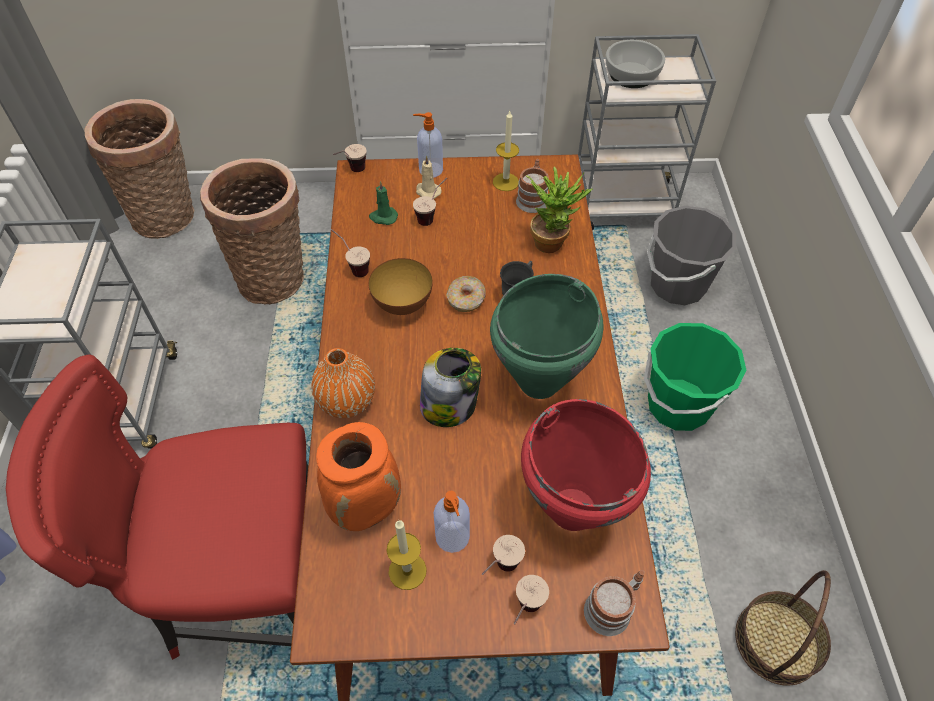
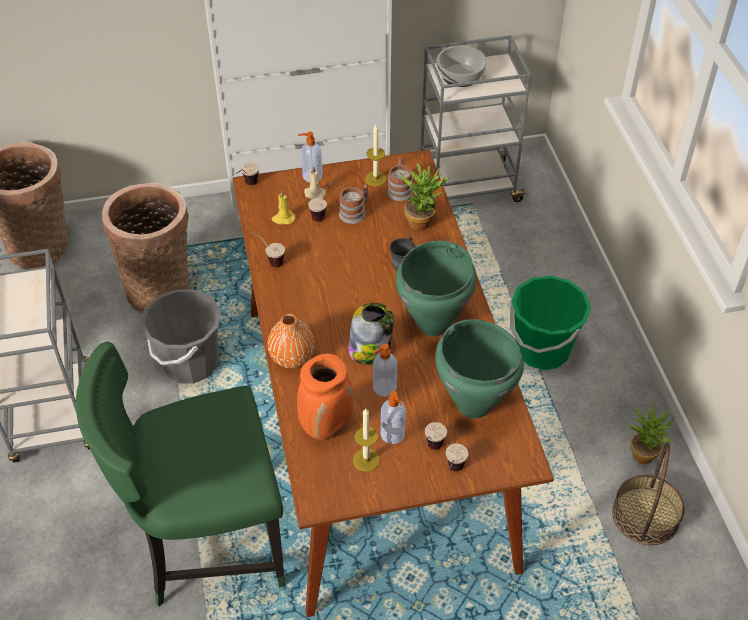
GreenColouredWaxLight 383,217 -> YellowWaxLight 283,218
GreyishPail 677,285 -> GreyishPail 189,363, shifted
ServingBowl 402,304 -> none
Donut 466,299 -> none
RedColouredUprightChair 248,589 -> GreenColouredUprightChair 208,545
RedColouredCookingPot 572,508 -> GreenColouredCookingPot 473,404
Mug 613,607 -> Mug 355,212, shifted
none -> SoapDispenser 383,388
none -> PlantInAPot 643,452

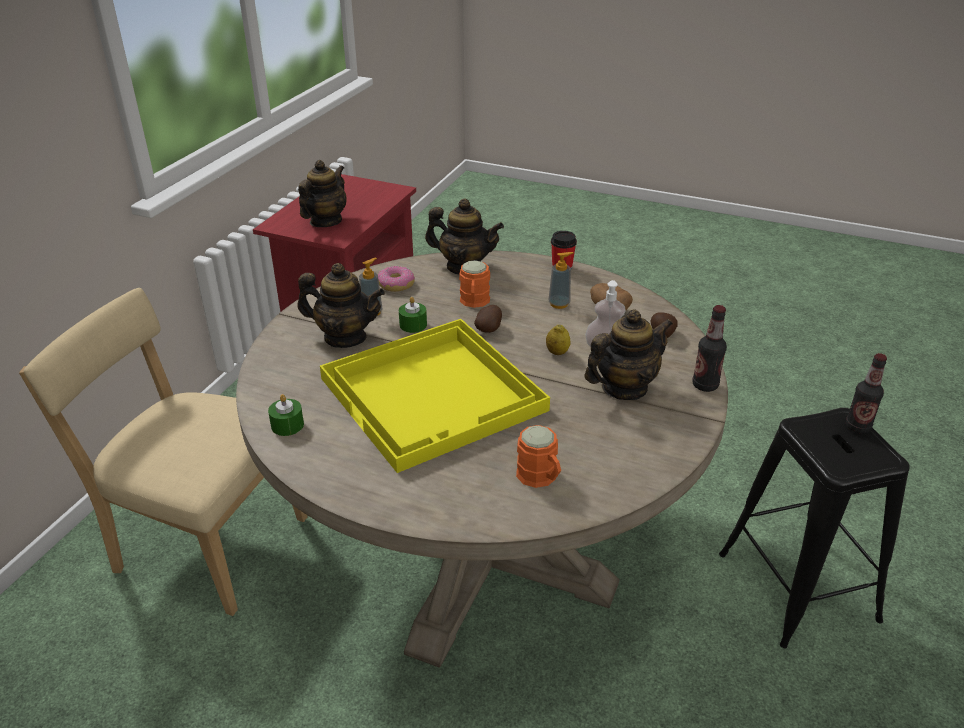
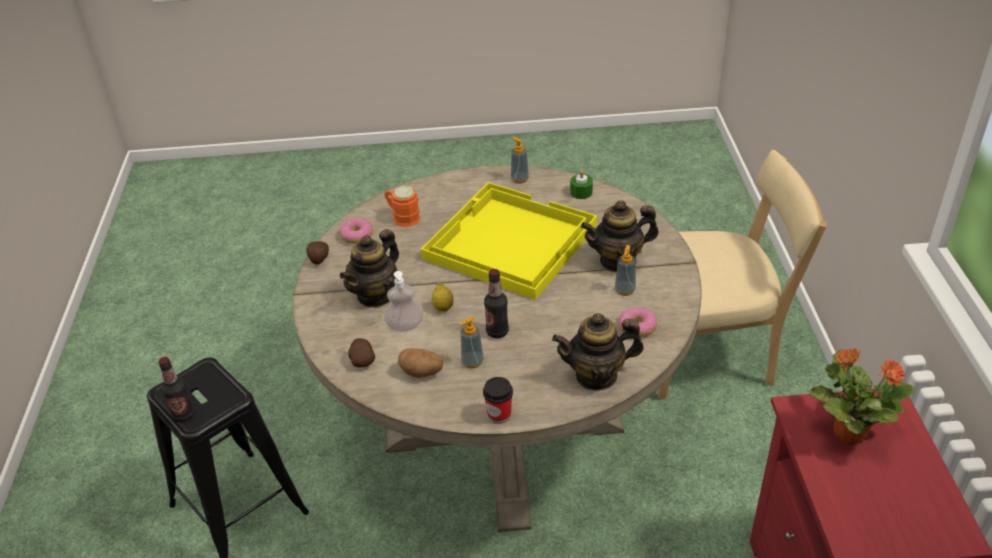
Teapot 325,221 -> PlantInAPot 848,432
OrangeColouredMug 474,302 -> none
GreenColouredWaxLight 413,325 -> none
Spud 489,328 -> Spud 318,259, shifted
Bottle 705,385 -> Bottle 497,332, shifted
none -> SoapDispenser 519,179
none -> Donut 357,236

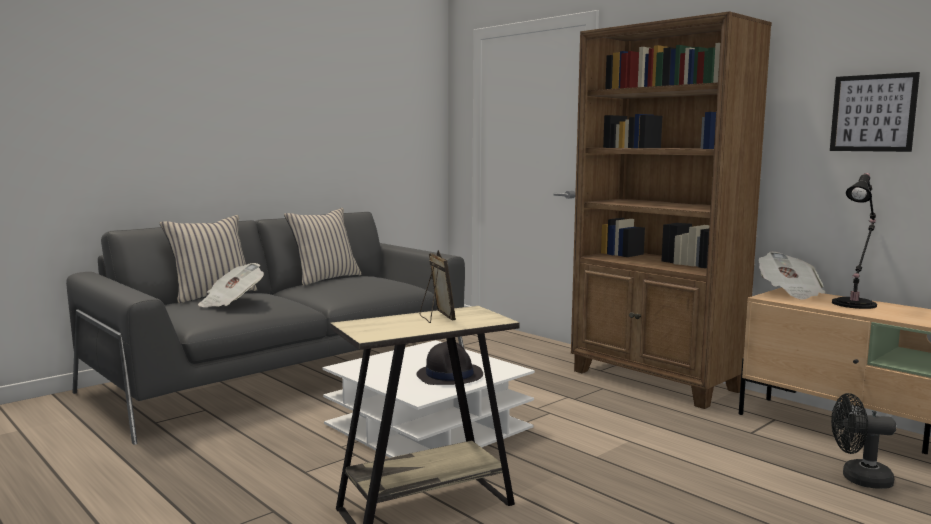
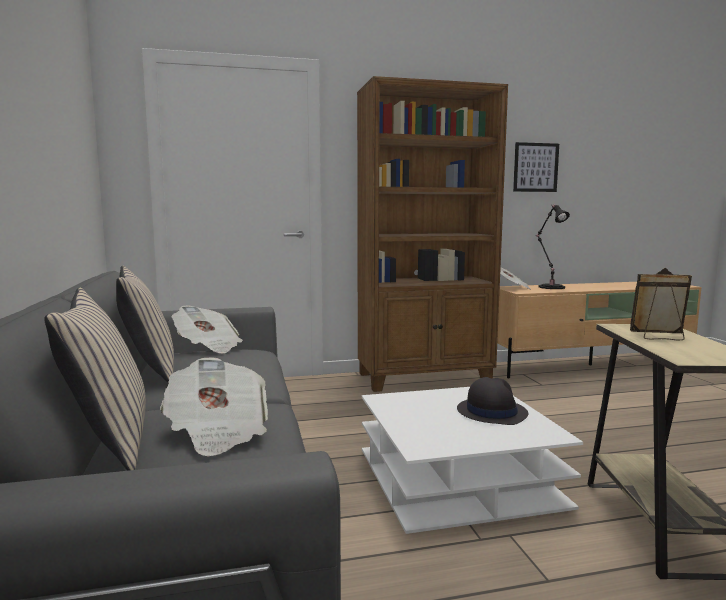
BlackishFan 858,479 -> none
none -> DailyPaper 208,346

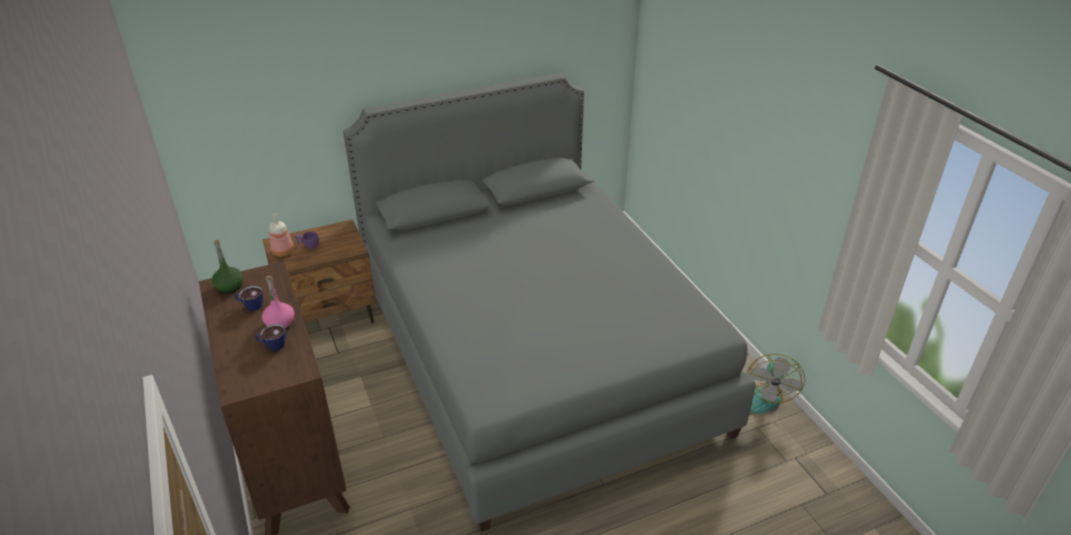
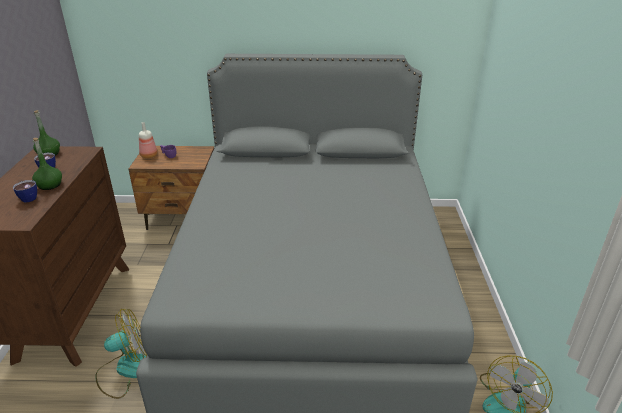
PinkColouredBottle 280,323 -> GreenColouredBottle 50,185
none -> Fan 126,370

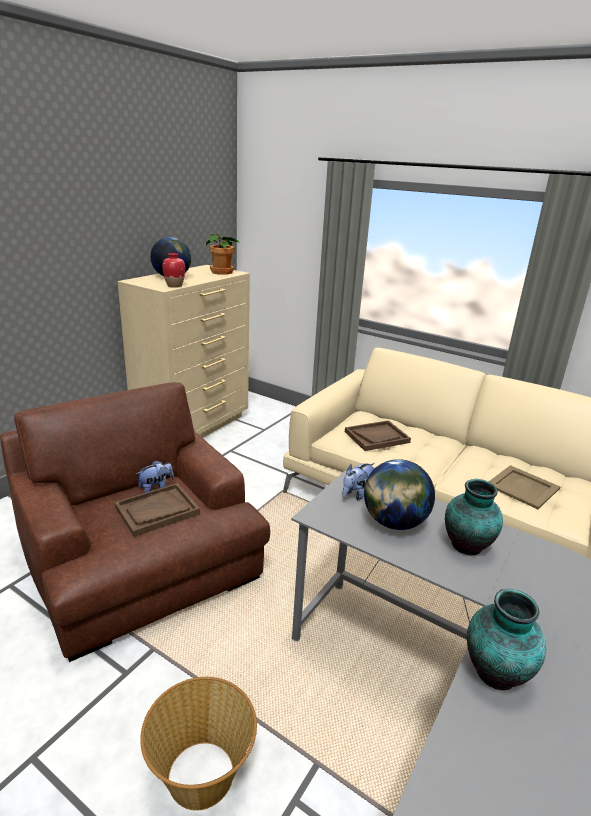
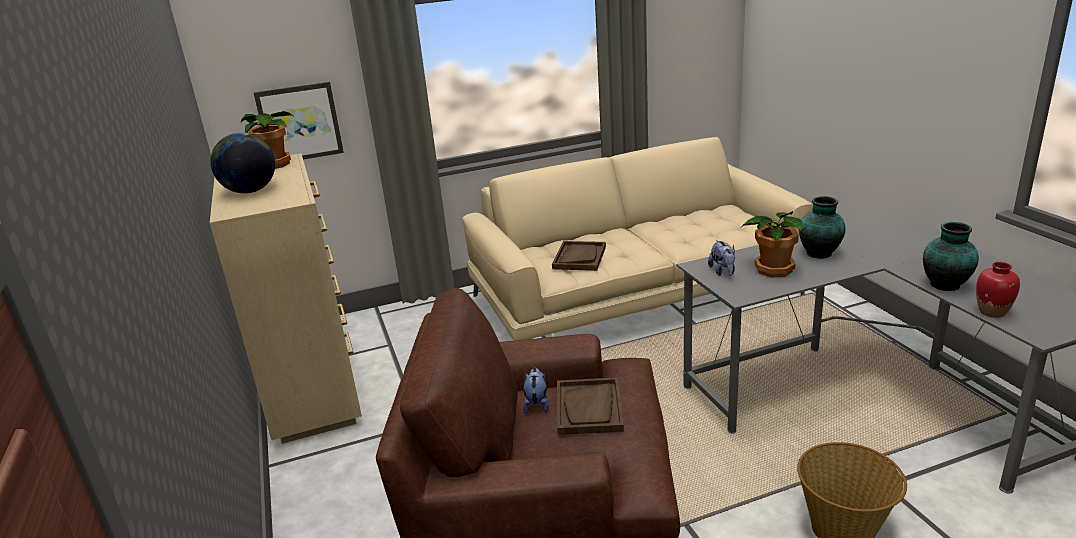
RedColouredDecorativeVase 174,286 -> RedColouredDecorativeVase 992,312, shifted
Globe 394,522 -> PlantInAPot 773,269
BeigeColouredTray 522,486 -> none
none -> WallArt 299,122

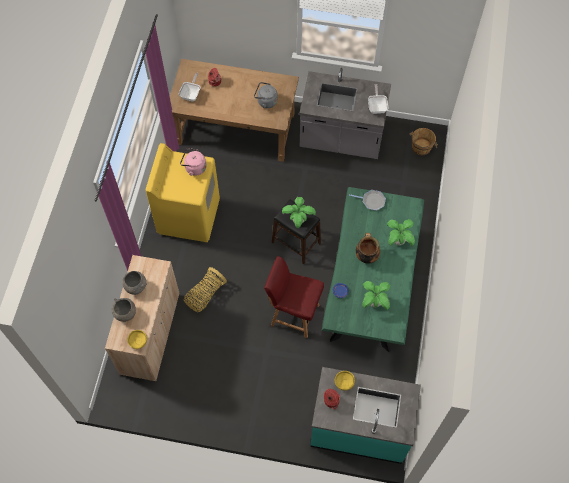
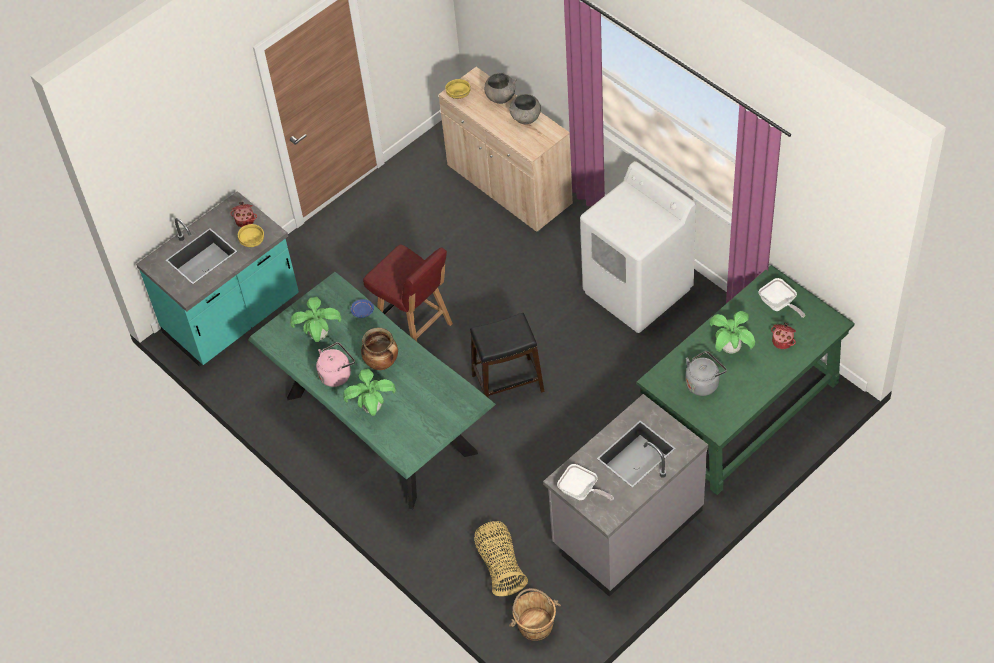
BrownDeskUnit 236,128 -> GreenColouredDeskUnit 741,409
YellowLaundryAppliance 189,216 -> WhiteColouredLaundryAppliance 638,291
PinkColouredWaterKettle 194,168 -> PinkColouredWaterKettle 337,374, shifted
Skillet 372,201 -> none
PlantInAPot 298,220 -> PlantInAPot 731,349, shifted
RedColouredUprightChair 293,314 -> RedColouredUprightChair 415,329, 75 degrees clockwise
Basket 205,295 -> Basket 500,565, shifted

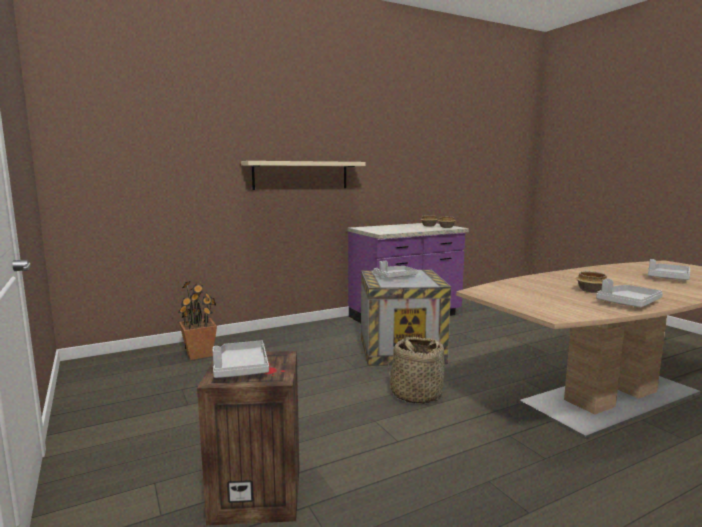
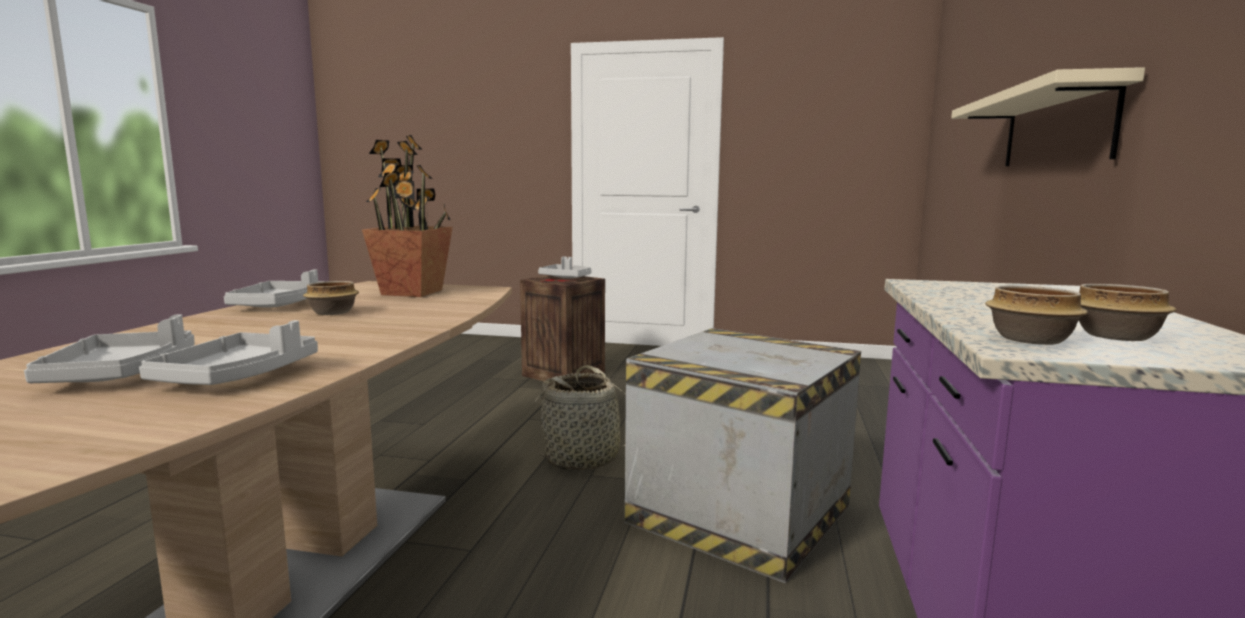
GreyishTray 394,277 -> GreyishTray 238,376, shifted
PlantInAPot 200,354 -> PlantInAPot 412,292, shifted

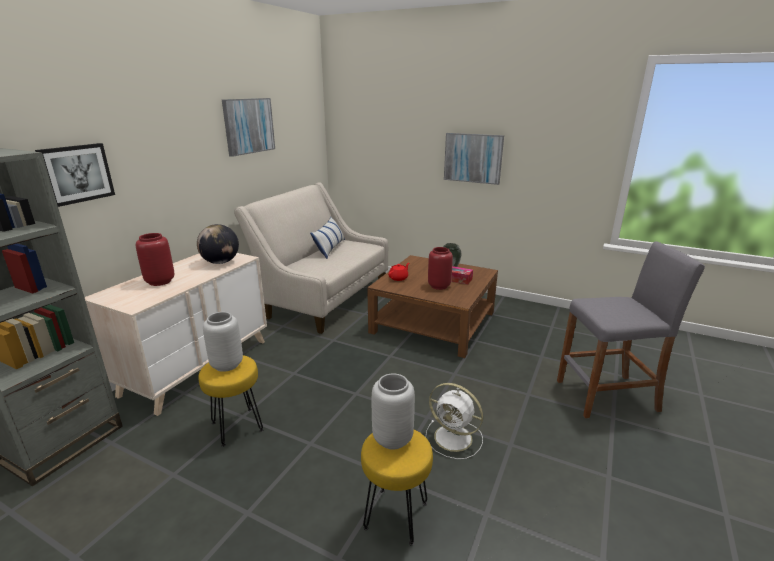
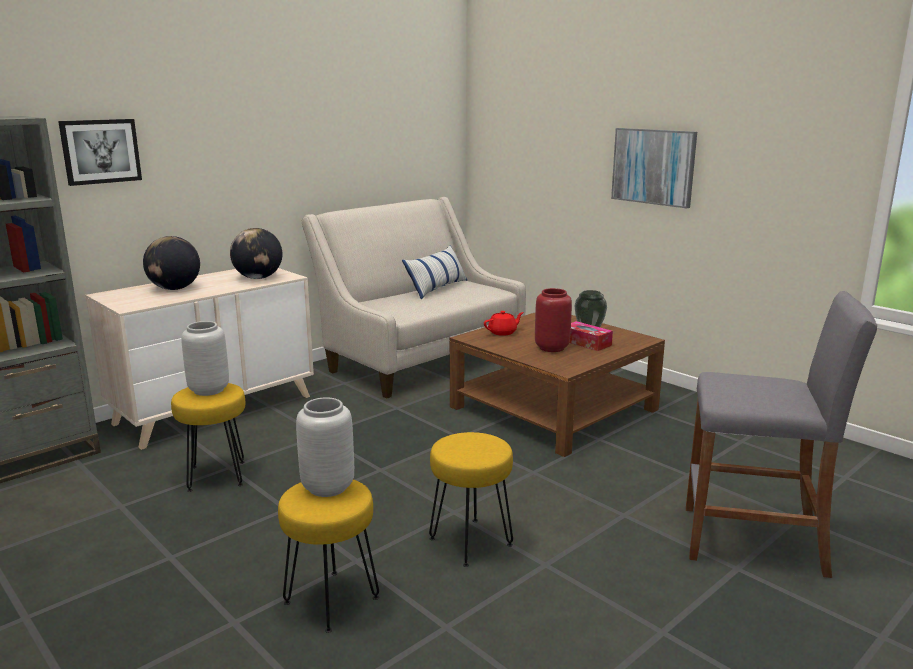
WallArt 248,126 -> none
RedColouredDecorativeVase 159,282 -> Globe 174,289
WhiteColouredFan 455,438 -> YellowStool 471,542

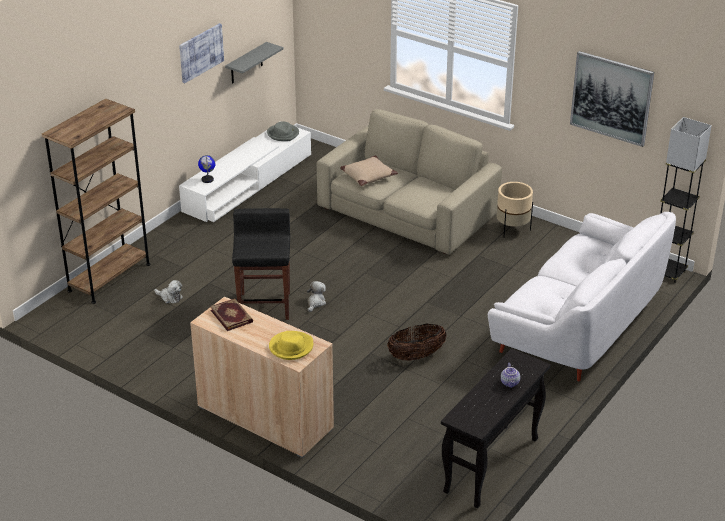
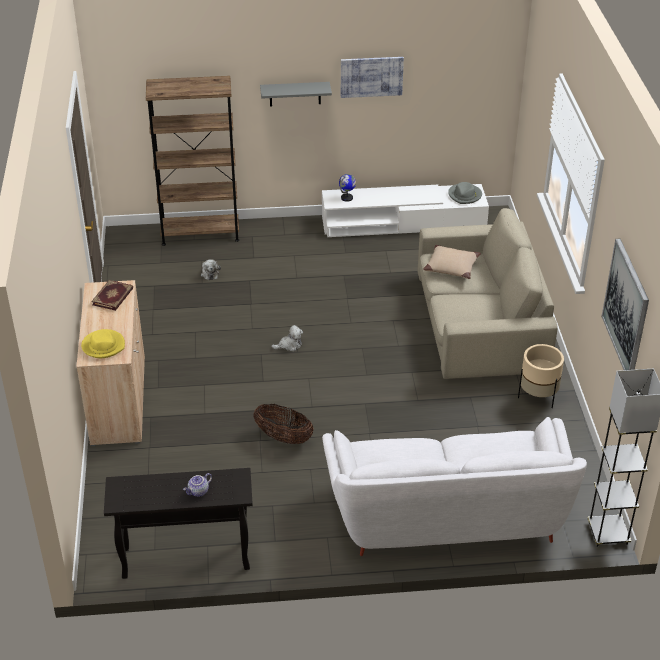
GreyishShelf 246,63 -> GreyishShelf 295,94, shifted
BlackishStool 265,305 -> none

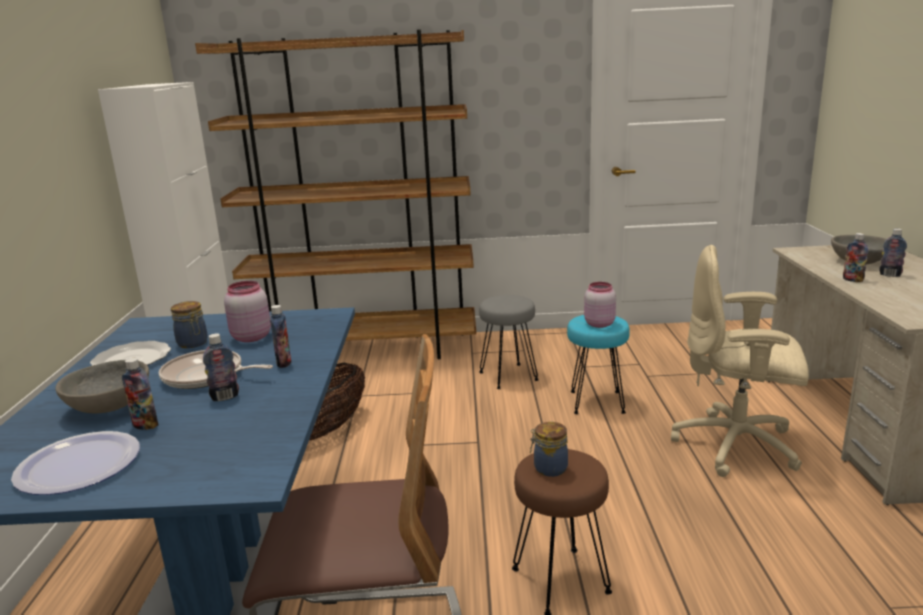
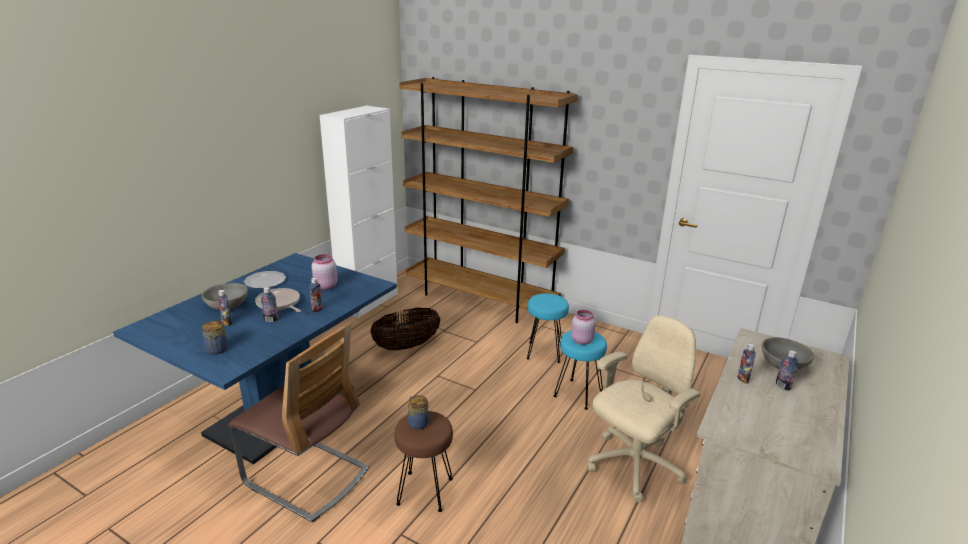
BeigeColouredOfficeChair 738,446 -> BeigeColouredOfficeChair 633,466, 90 degrees clockwise
GreyishStool 508,376 -> TurquoiseStool 544,352
Jar 193,343 -> Jar 217,350, shifted
Plate 78,465 -> none

